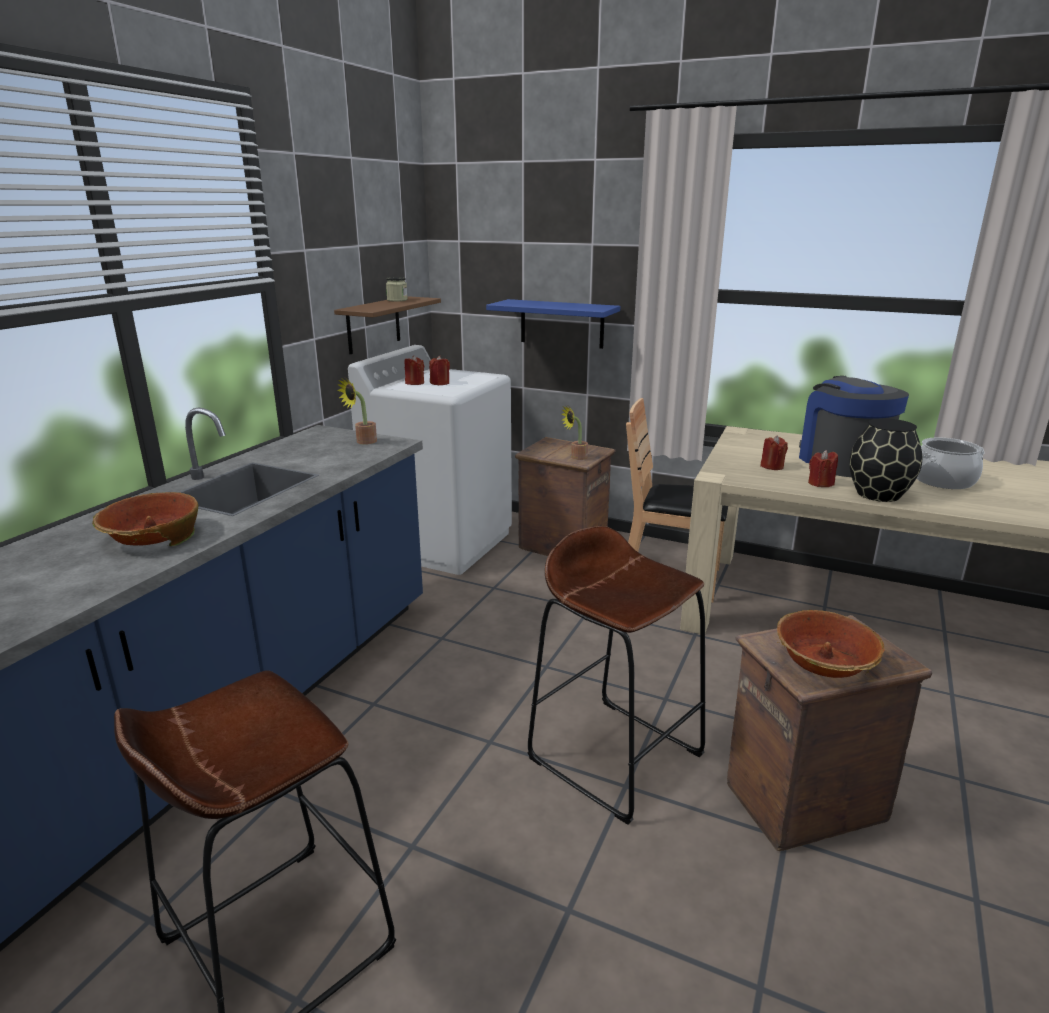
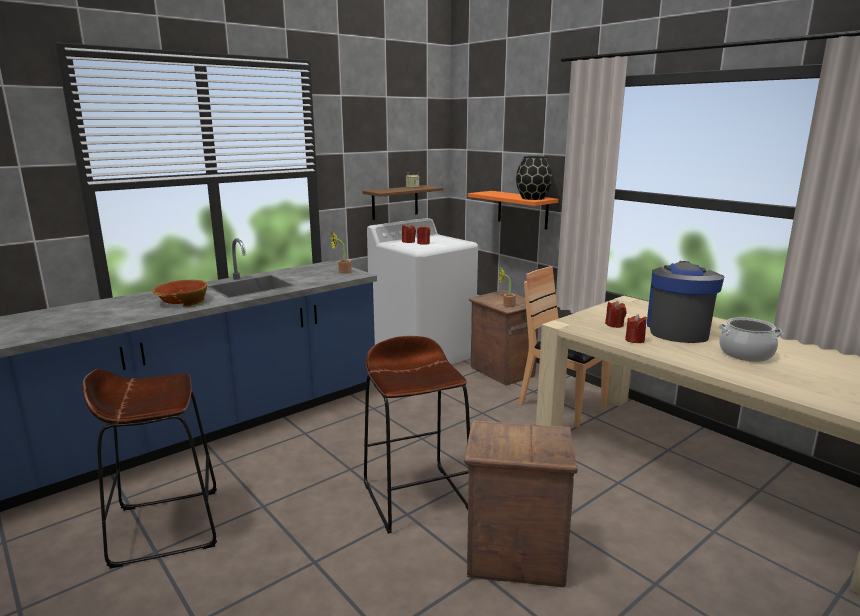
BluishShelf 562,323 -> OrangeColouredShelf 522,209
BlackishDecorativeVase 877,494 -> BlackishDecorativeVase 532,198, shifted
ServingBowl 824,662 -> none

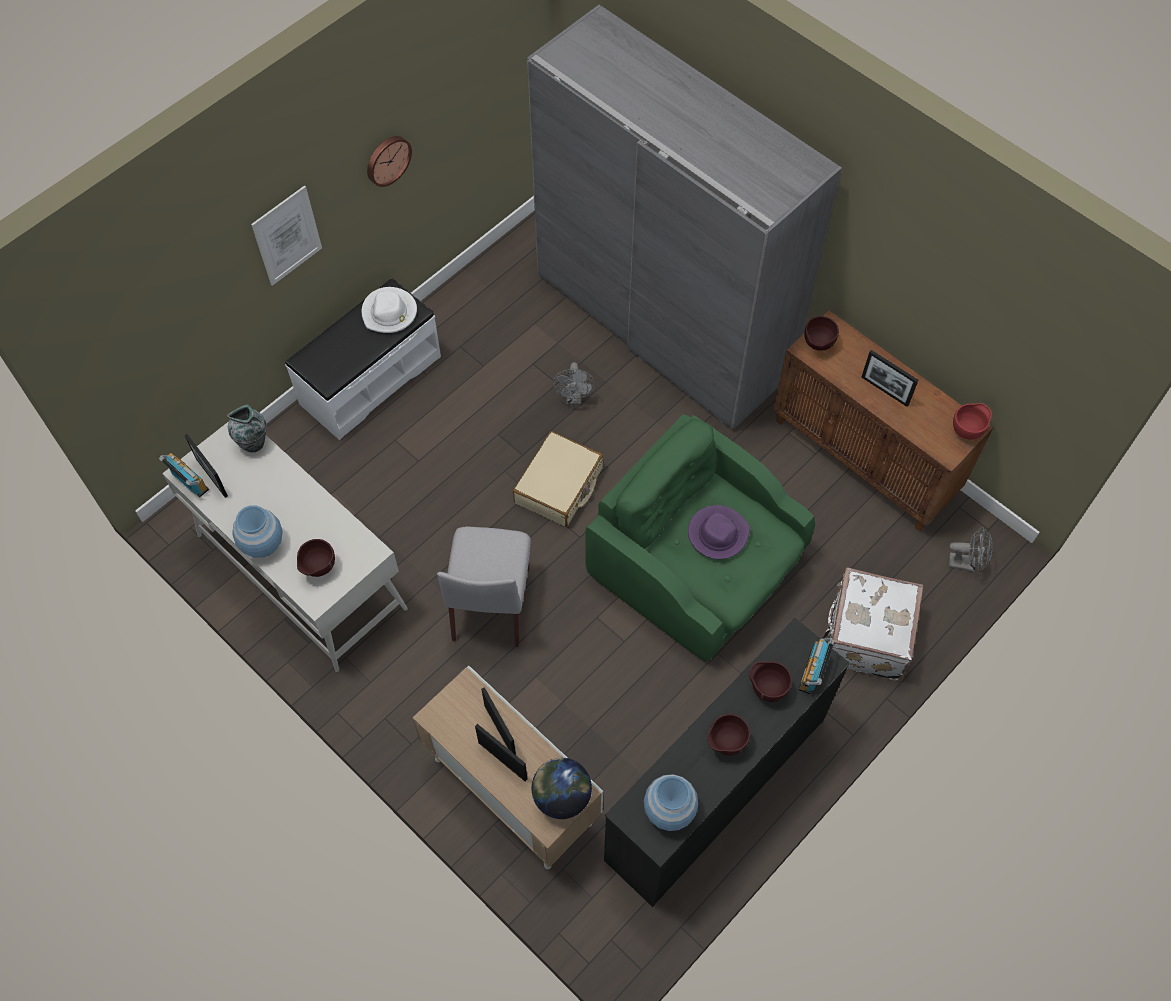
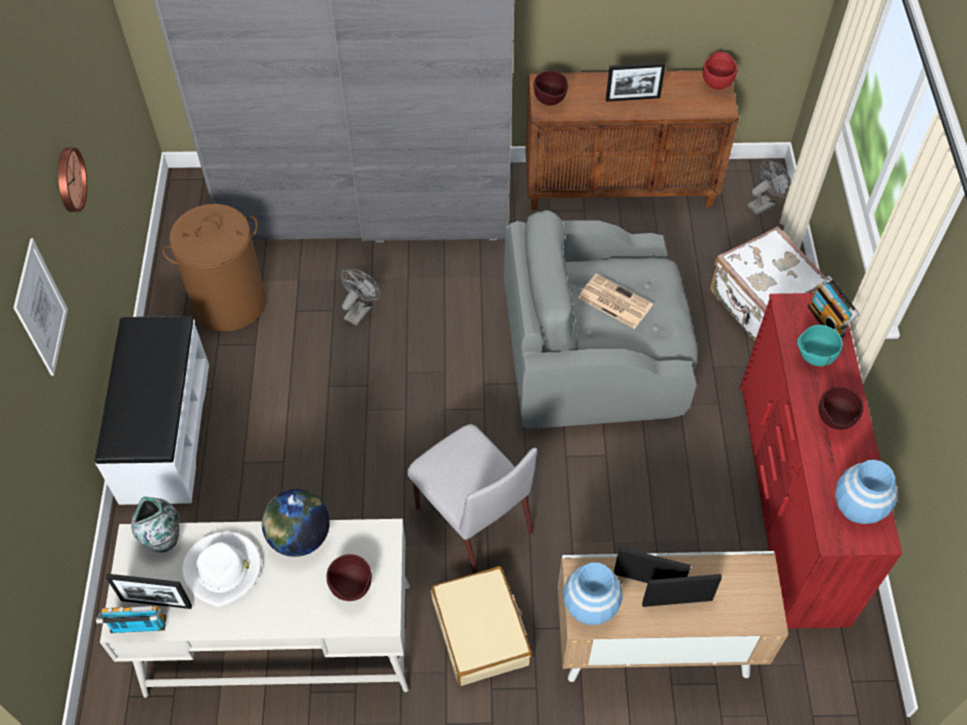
WhiteColouredHat 389,313 -> WhiteColouredHat 223,569, shifted
GreyishFan 574,398 -> GreyishFan 360,310, 105 degrees counterclockwise
GreenColouredLoungeChair 699,565 -> GreyishLoungeChair 595,353
BeigeColouredSuitcase 559,486 -> BeigeColouredSuitcase 481,631, shifted
BluishDecorativeVase 263,543 -> BluishDecorativeVase 590,605, shifted
PurpleHat 717,533 -> DailyPaper 613,301
BlackishDrawerChest 714,789 -> RedColouredDrawerChest 789,501
BrownServingBowl 767,688 -> TurquoiseServingBowl 812,358
Globe 561,796 -> Globe 299,537, shifted
none -> BrownHamper 230,302

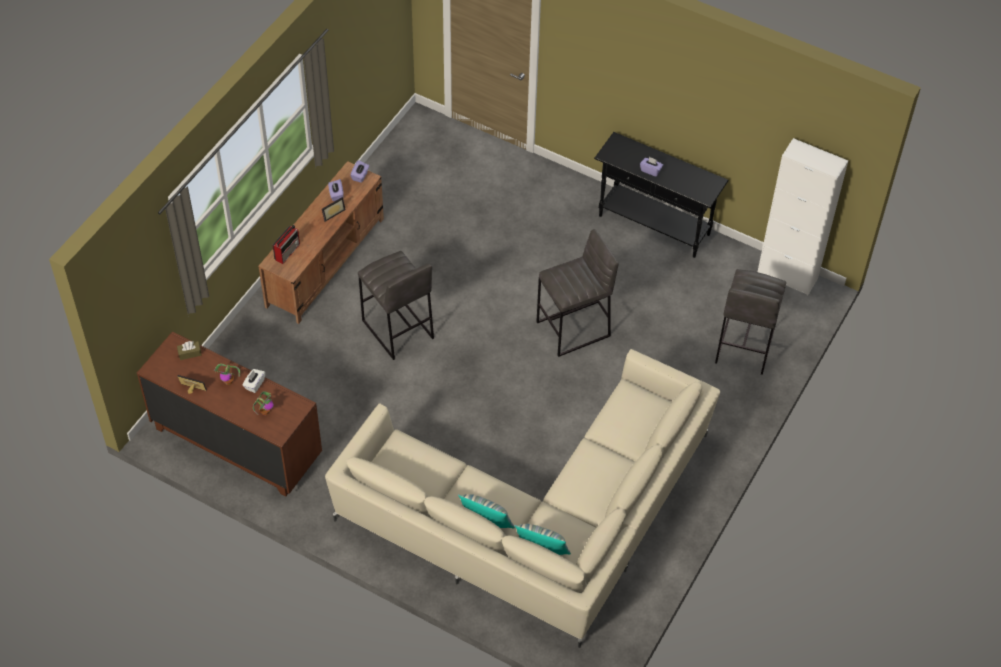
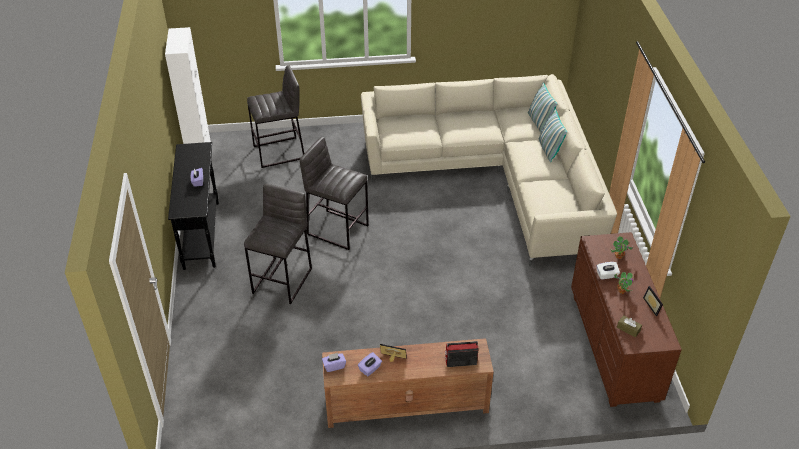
GreyishStool 397,330 -> GreyishStool 283,280, shifted

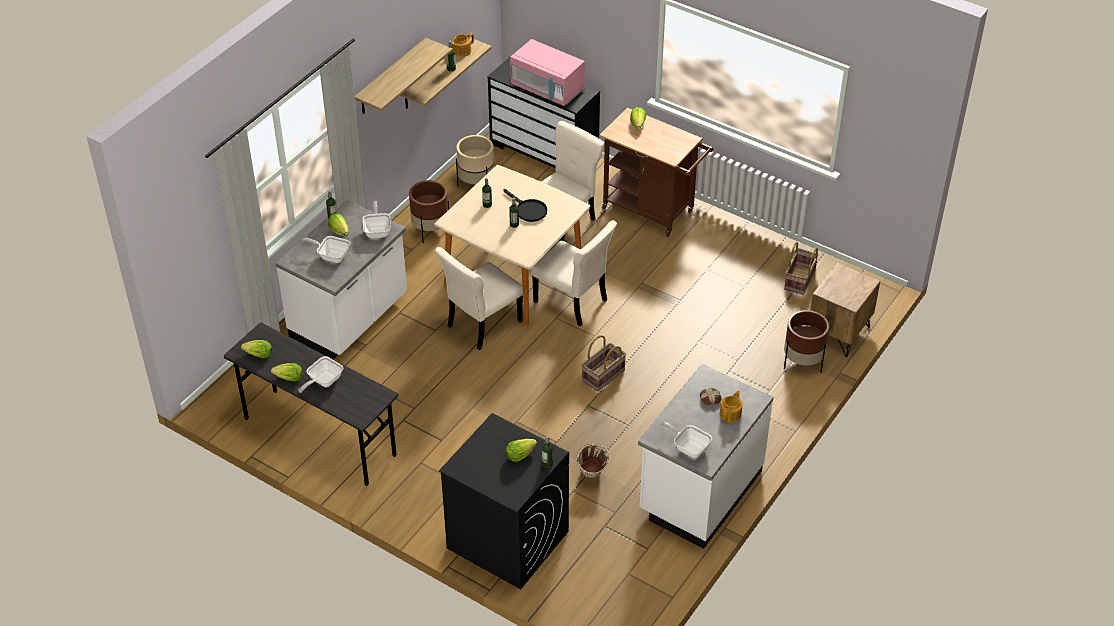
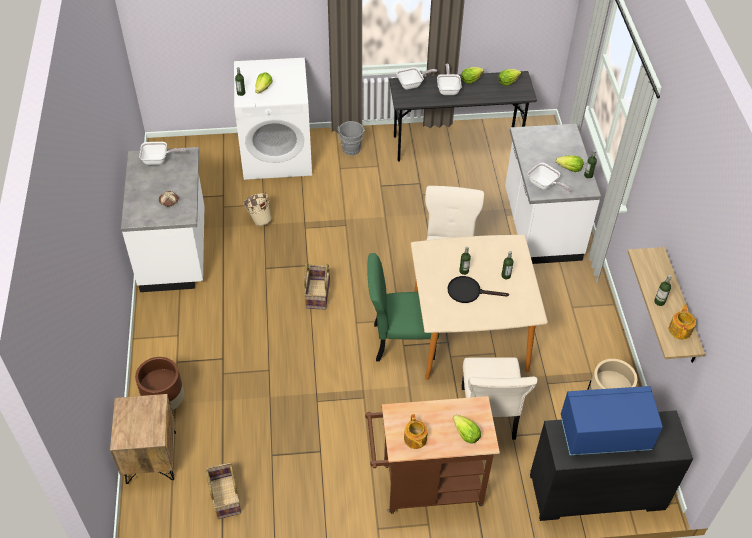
Shelf 391,77 -> none
PinkColouredMicrowave 547,89 -> BluishMicrowave 604,433
BrownPlanter 430,230 -> none
BeigeColouredUprightChair 573,302 -> GreenColouredUprightChair 400,341
Skillet 331,256 -> Skillet 412,84, shifted
Teapot 731,414 -> Teapot 415,439, shifted
BlackishLaundryAppliance 506,539 -> WhiteColouredLaundryAppliance 277,155
none -> GreyishPail 351,151

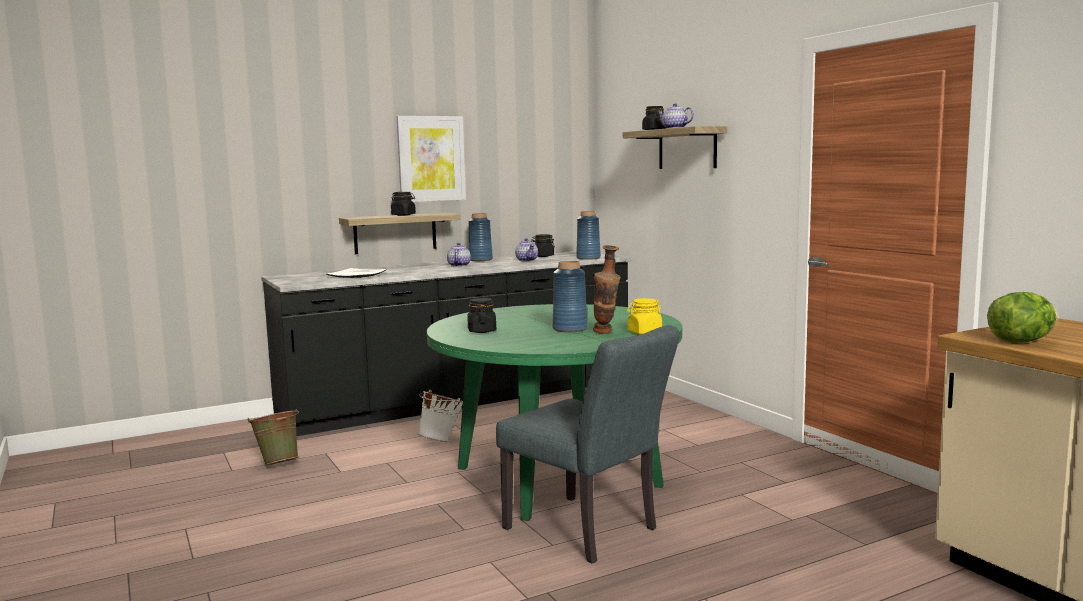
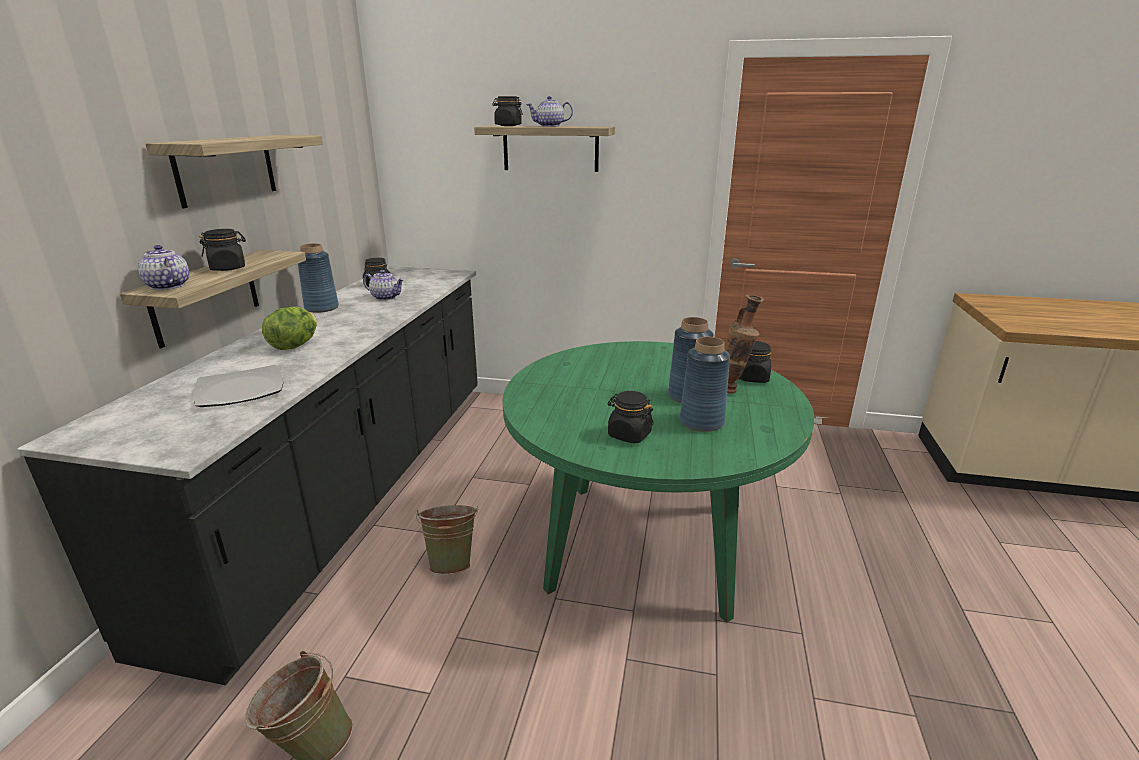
WallArt 431,158 -> Shelf 226,169
BluishDecorativeVase 588,258 -> BluishDecorativeVase 701,421, shifted
Teapot 458,265 -> Teapot 167,286, shifted
LettuceHead 1021,341 -> LettuceHead 294,346, shifted
YellowJar 644,332 -> BlackishJar 753,378
GreyishUprightChair 589,532 -> none
WhiteColouredPail 442,441 -> GreenColouredPail 452,563

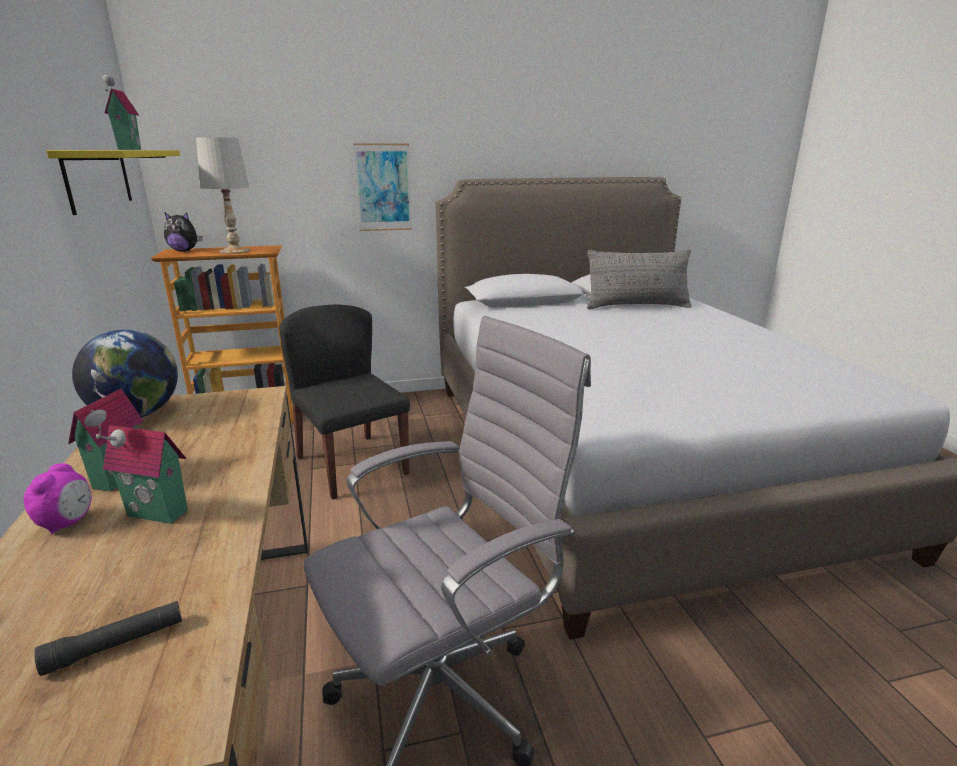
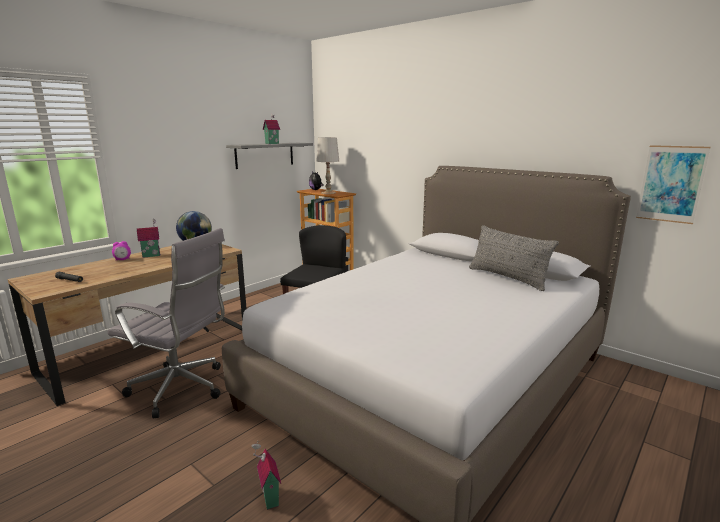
WallArt 383,187 -> WallArt 671,184, shifted
YellowShelf 98,179 -> GreyishShelf 265,155
MiniatureHouse 154,515 -> MiniatureHouse 268,498, shifted

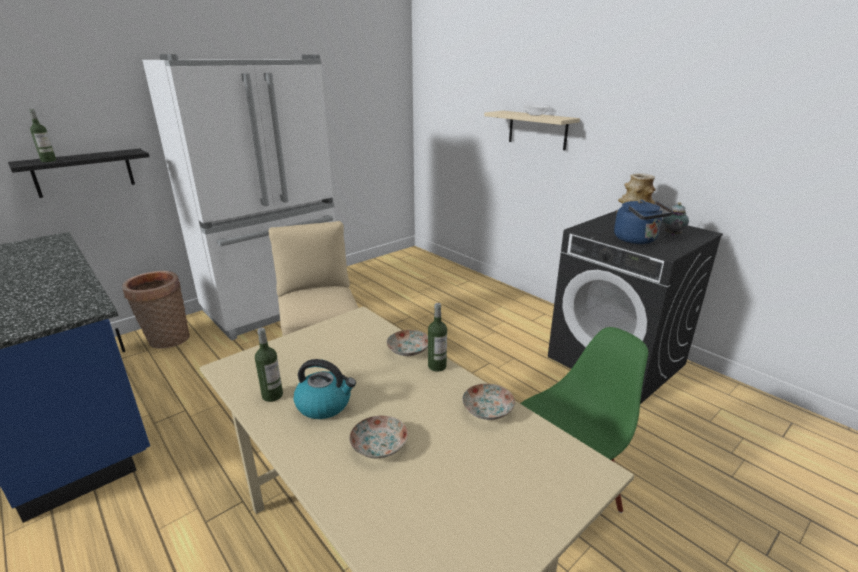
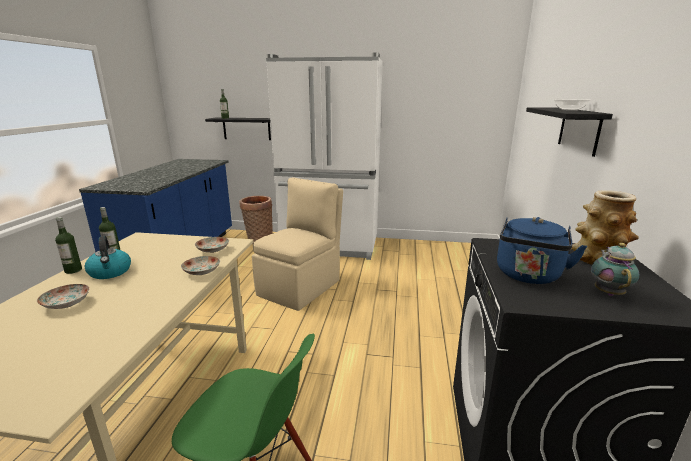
BeigeColouredShelf 537,130 -> BlackishShelf 579,130
Teapot 672,235 -> Teapot 608,292, 120 degrees clockwise
Bottle 437,366 -> Bottle 73,270, shifted
Plate 488,410 -> Plate 212,250, shifted

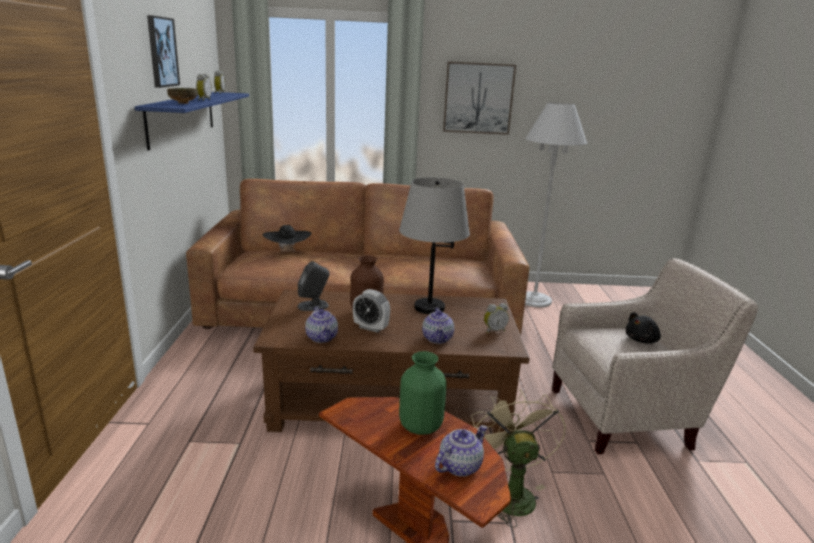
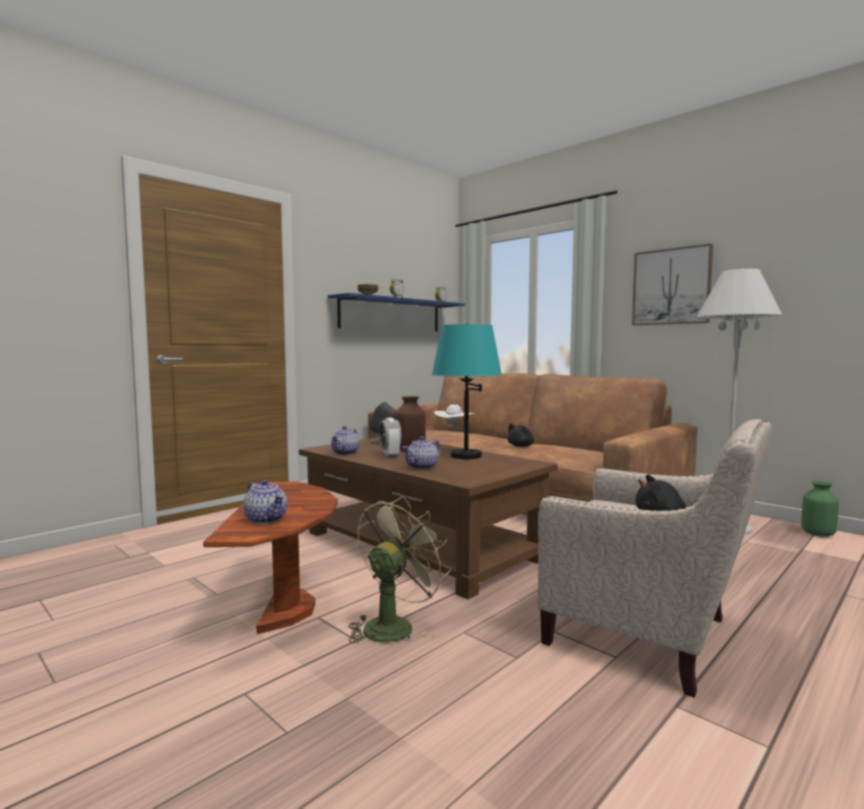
WallArt 162,52 -> none
GreyishLampForATable 429,308 -> TurquoiseLampForATable 465,456
BlackishHat 287,253 -> WhiteColouredHat 454,430
AlarmClock 494,330 -> none
GreenColouredDecorativeVase 420,426 -> GreenColouredDecorativeVase 817,533, shifted
Teapot 459,466 -> Teapot 266,519, 45 degrees clockwise
none -> BlackishCuddlyToy 521,446

